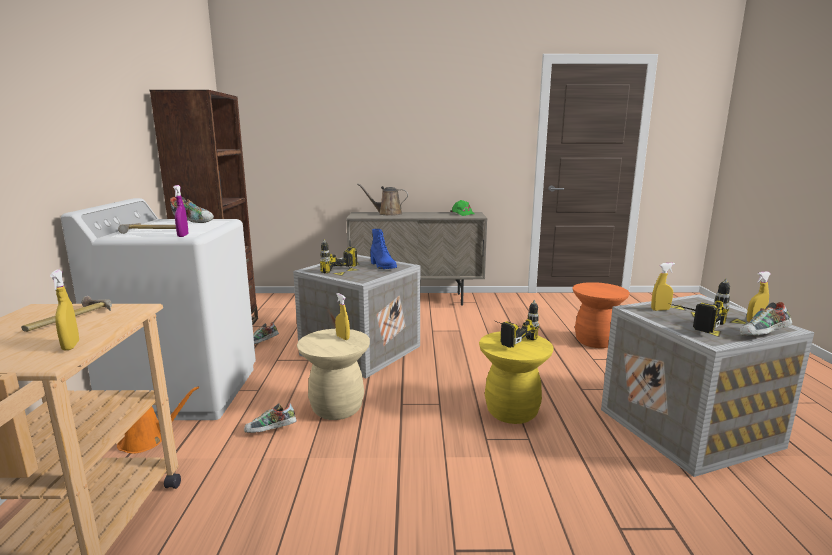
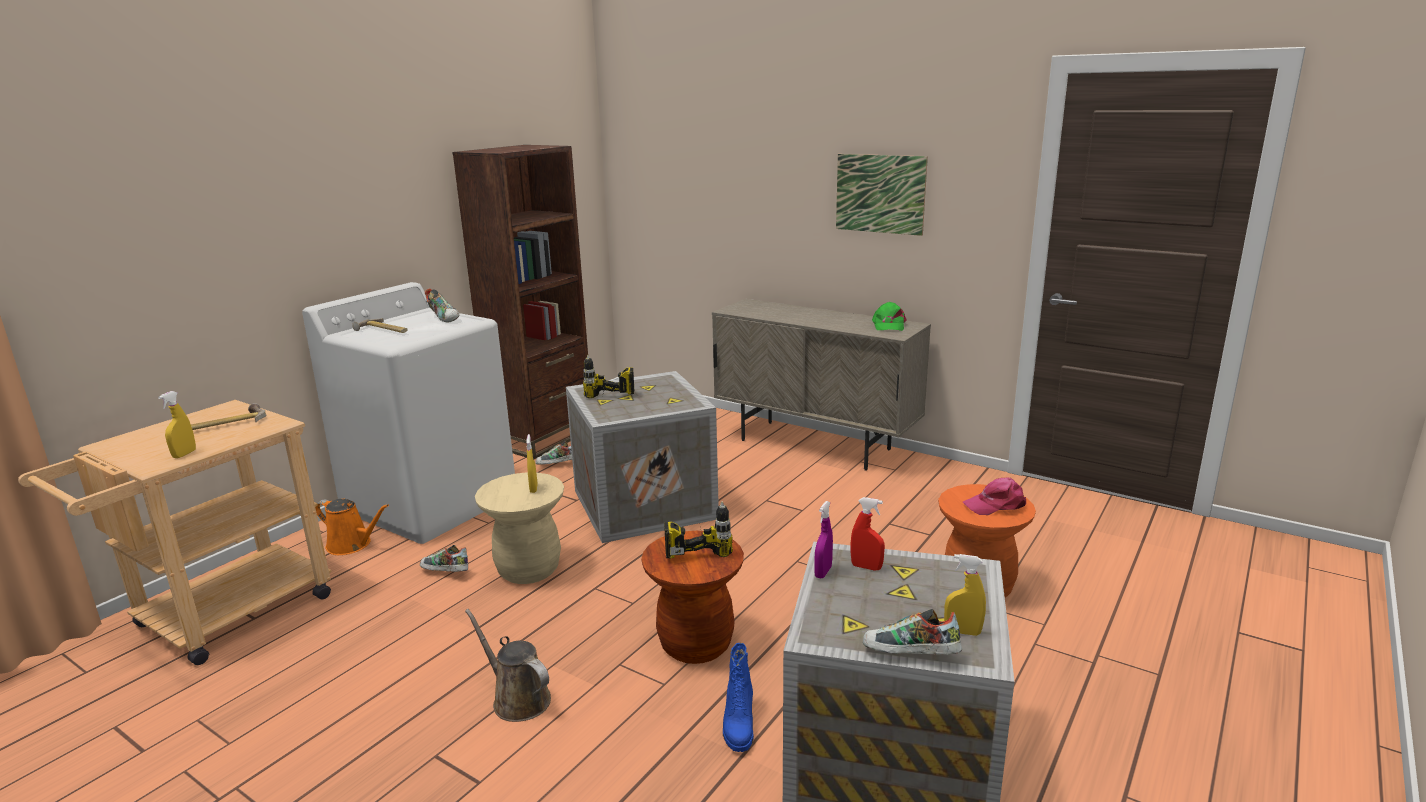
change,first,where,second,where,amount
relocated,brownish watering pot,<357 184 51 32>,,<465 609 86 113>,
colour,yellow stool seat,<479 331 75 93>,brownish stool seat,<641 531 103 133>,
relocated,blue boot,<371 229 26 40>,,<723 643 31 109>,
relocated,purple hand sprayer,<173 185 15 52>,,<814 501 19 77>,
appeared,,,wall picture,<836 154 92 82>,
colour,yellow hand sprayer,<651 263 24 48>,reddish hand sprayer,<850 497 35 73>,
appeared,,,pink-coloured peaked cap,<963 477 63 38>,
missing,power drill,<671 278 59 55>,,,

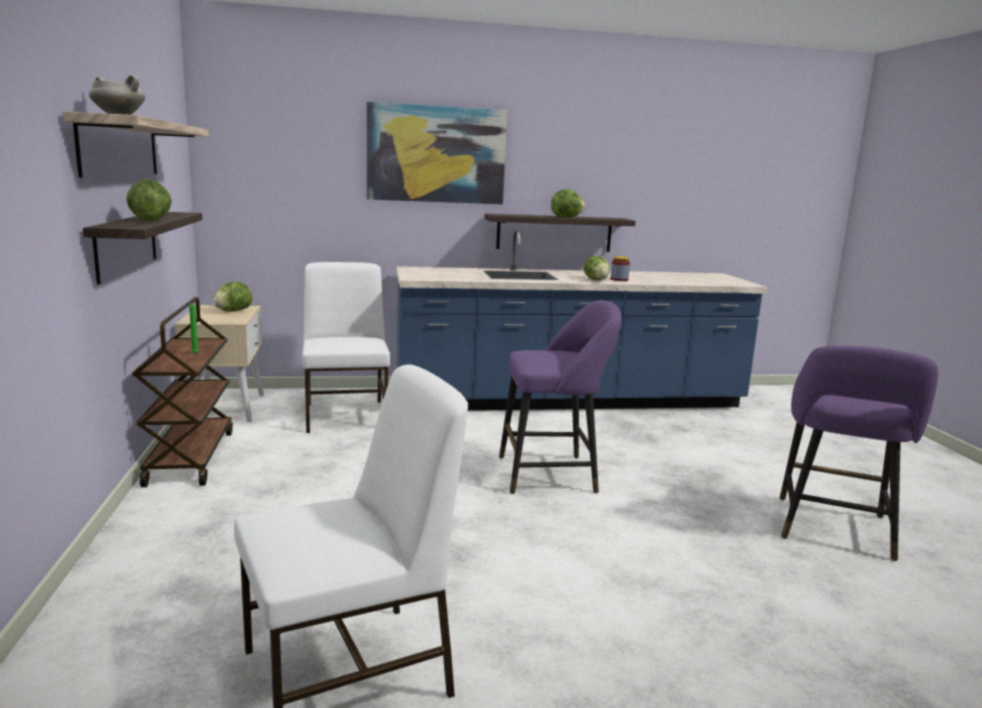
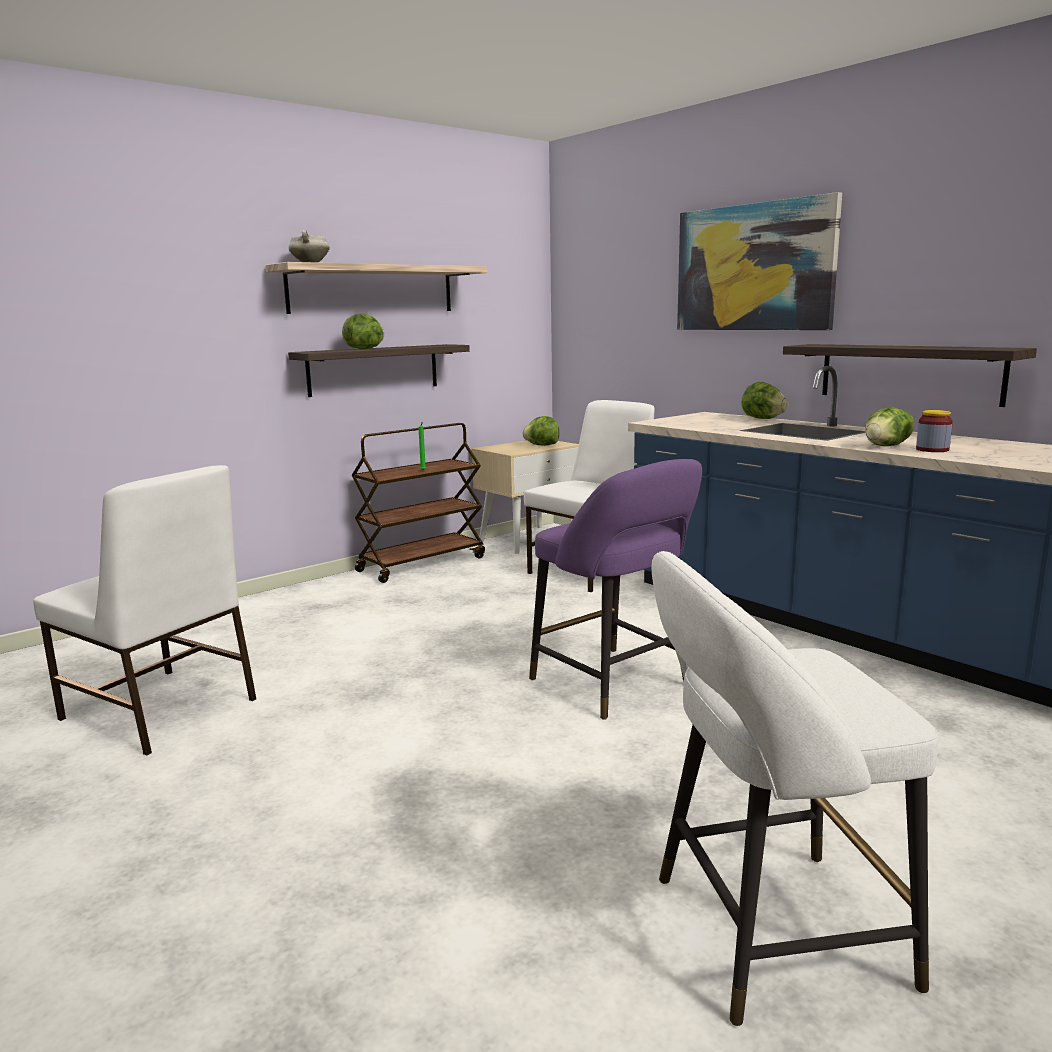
change,first,where,second,where,amount
colour,purple stool seat,<780 346 158 215>,whitish stool seat,<651 551 288 475>,
relocated,lettuce head,<551 189 34 28>,,<741 382 47 37>,

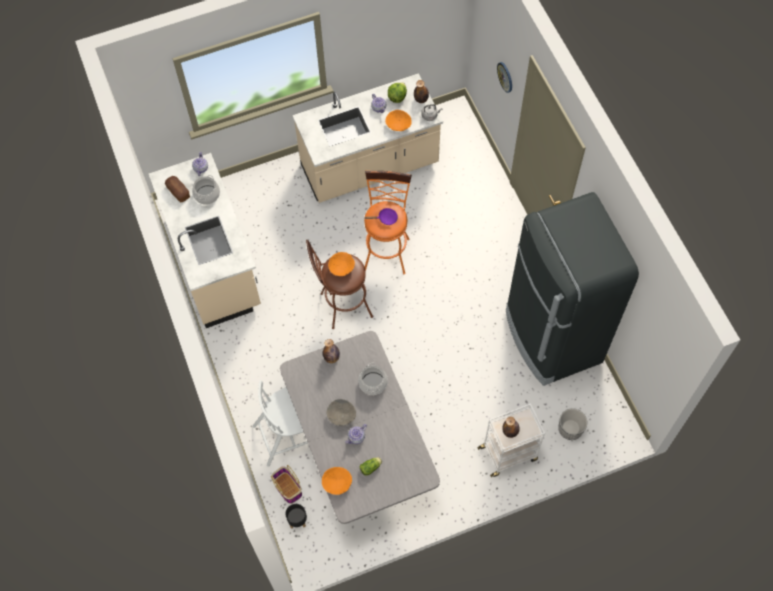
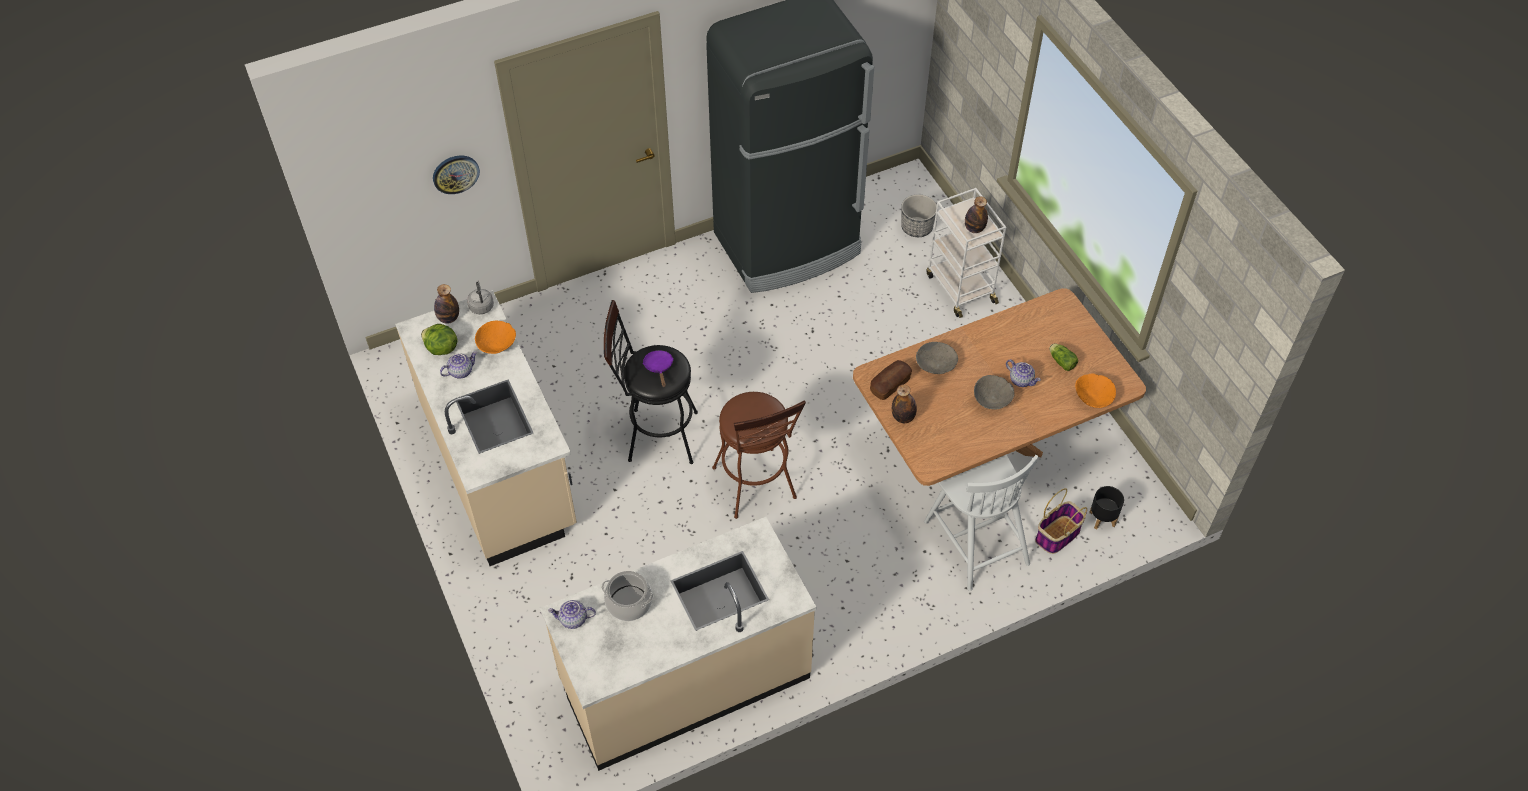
change,first,where,second,where,amount
colour,orange stool seat,<364 171 48 103>,black-coloured stool seat,<604 300 94 164>,
colour,gray dining table,<280 331 160 193>,brownish dining table,<853 288 293 198>,
relocated,bakery bread,<165 176 25 26>,,<870 360 42 40>,
exchanged,stockpot,<358 363 30 32>,gray bowl,<916 342 42 32>,
missing,orange bowl,<328 252 27 24>,,,

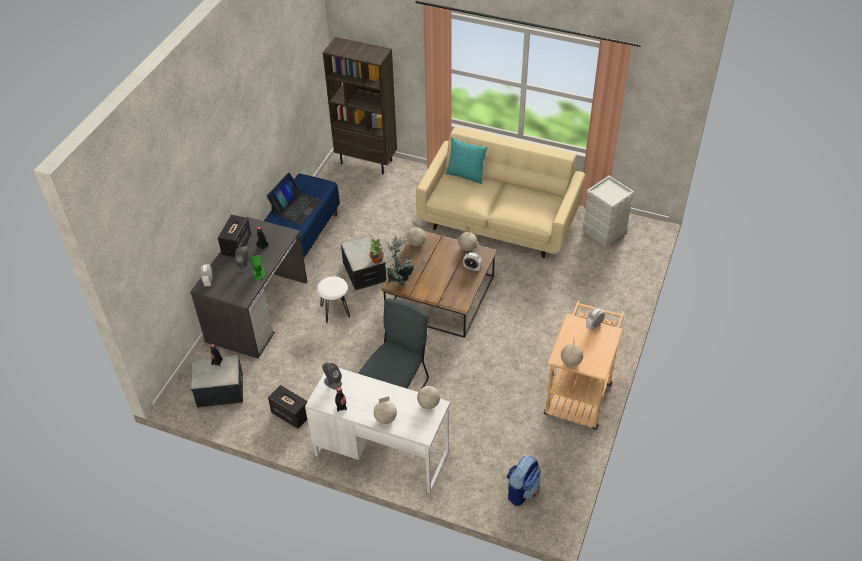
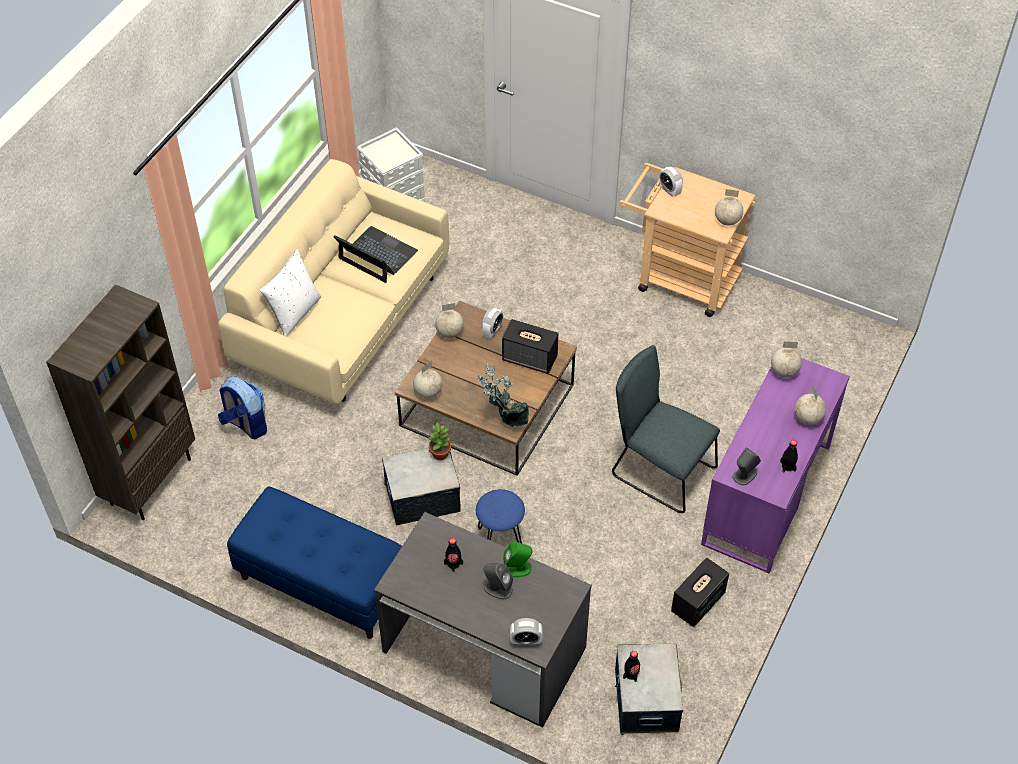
change,first,where,second,where,amount
relocated,rucksack,<506 456 35 50>,,<218 376 49 63>,
colour,blue-green pillow,<446 137 42 47>,whitish pillow,<259 249 62 88>,
relocated,laptop,<267 173 55 52>,,<334 226 84 57>,
colour,whitish stool seat,<317 276 33 47>,blue stool seat,<476 489 49 54>,
relocated,speaker,<218 215 33 42>,,<502 319 56 55>,
colour,whitish desk table,<305 368 145 125>,purple desk table,<701 358 149 216>,

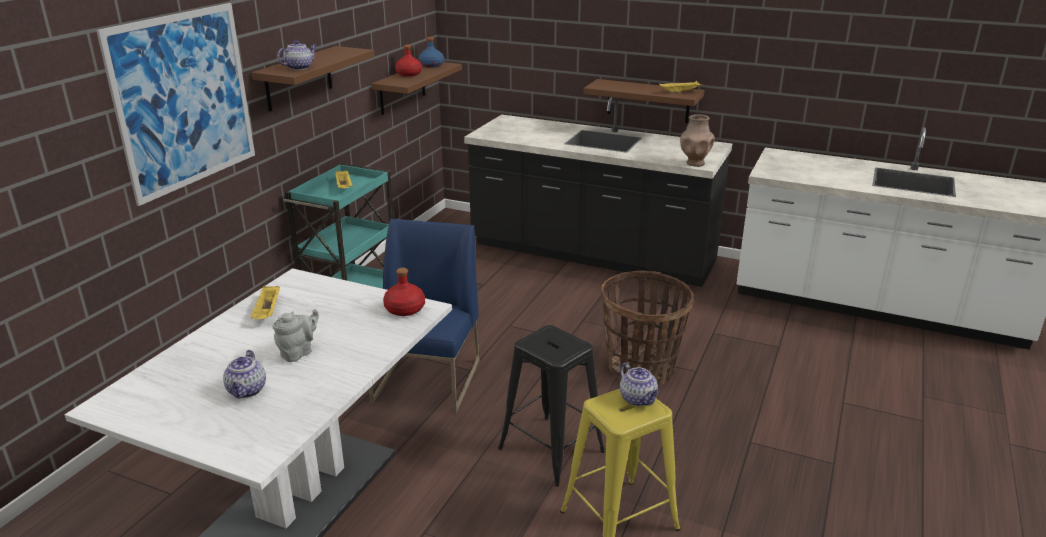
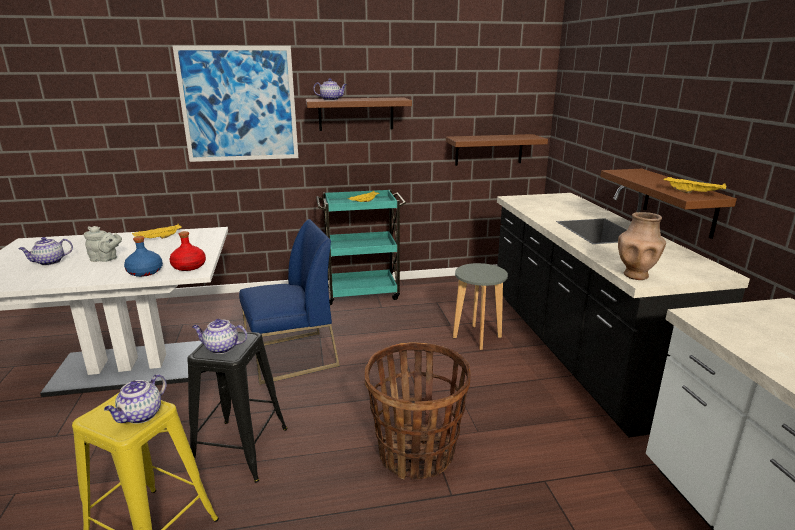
change,first,where,second,where,amount
relocated,blue drink bottle,<418 37 26 31>,,<124 236 39 41>,
appeared,,,teapot,<192 319 55 35>,
appeared,,,gray stool seat,<453 263 55 87>,
missing,reddish drink bottle,<395 45 27 32>,,,

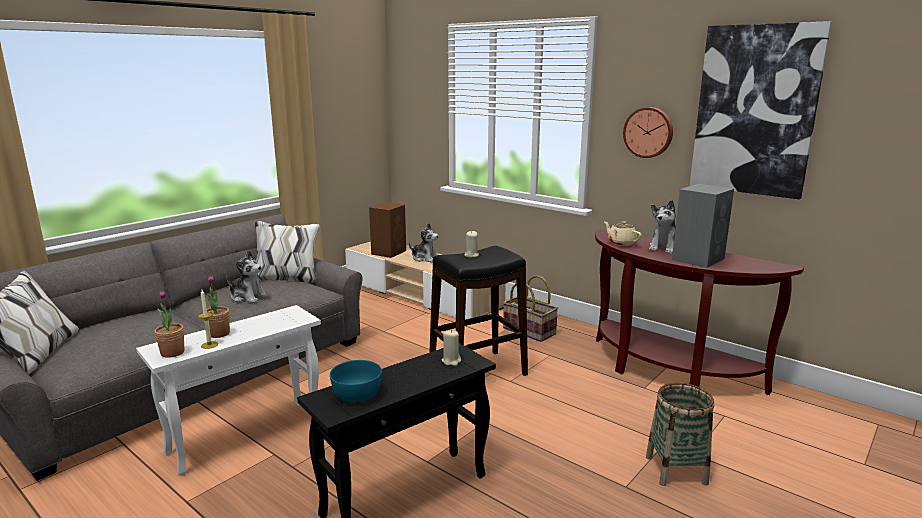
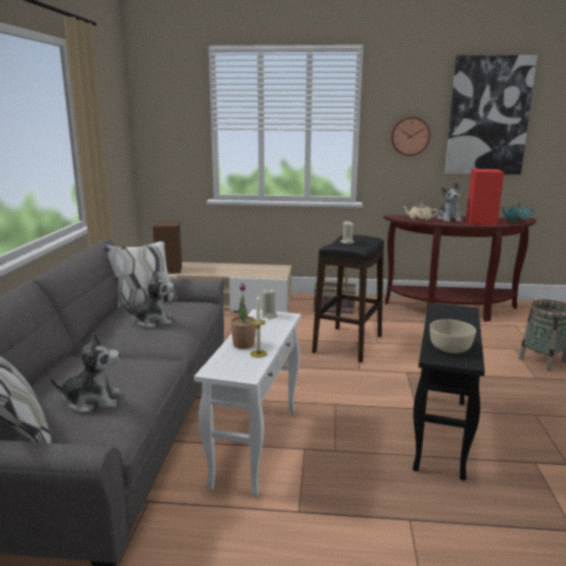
change,first,where,second,where,amount
relocated,cuddly toy,<409 223 30 39>,,<50 333 71 80>,
relocated,beige-coloured wax candle,<442 330 19 36>,,<261 290 17 28>,
colour,blue-green bowl,<330 360 52 42>,beige-coloured bowl,<430 319 46 34>,
colour,gray speaker,<672 184 62 84>,reddish speaker,<466 169 38 57>,
appeared,,,blue-green teapot,<500 204 35 18>,
missing,potted plant,<154 290 30 68>,,,

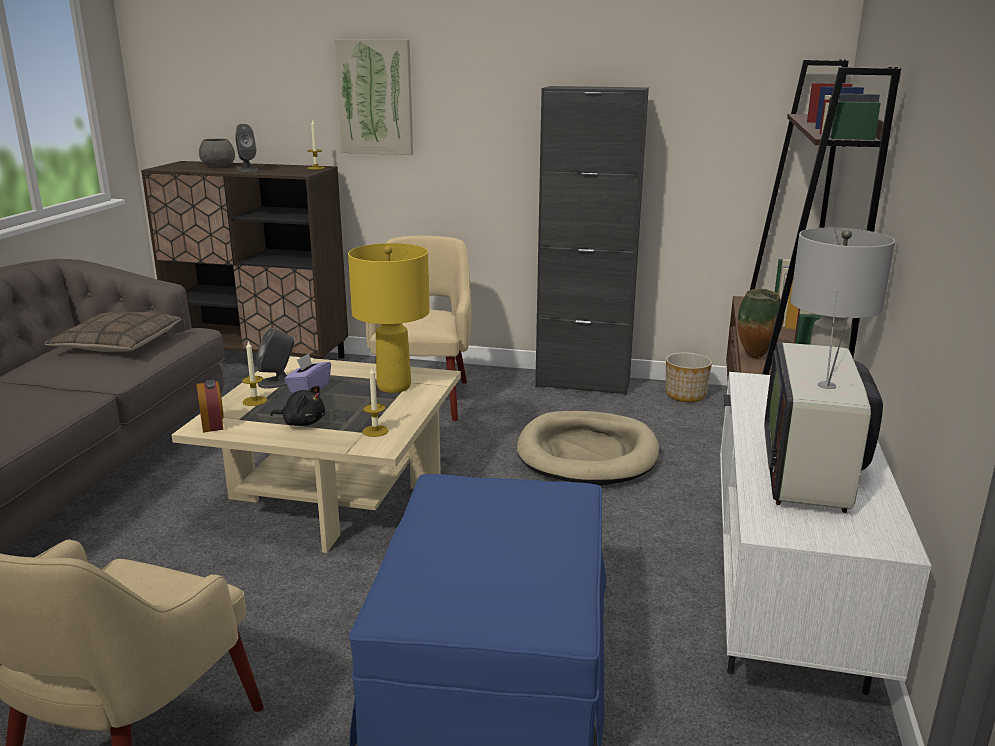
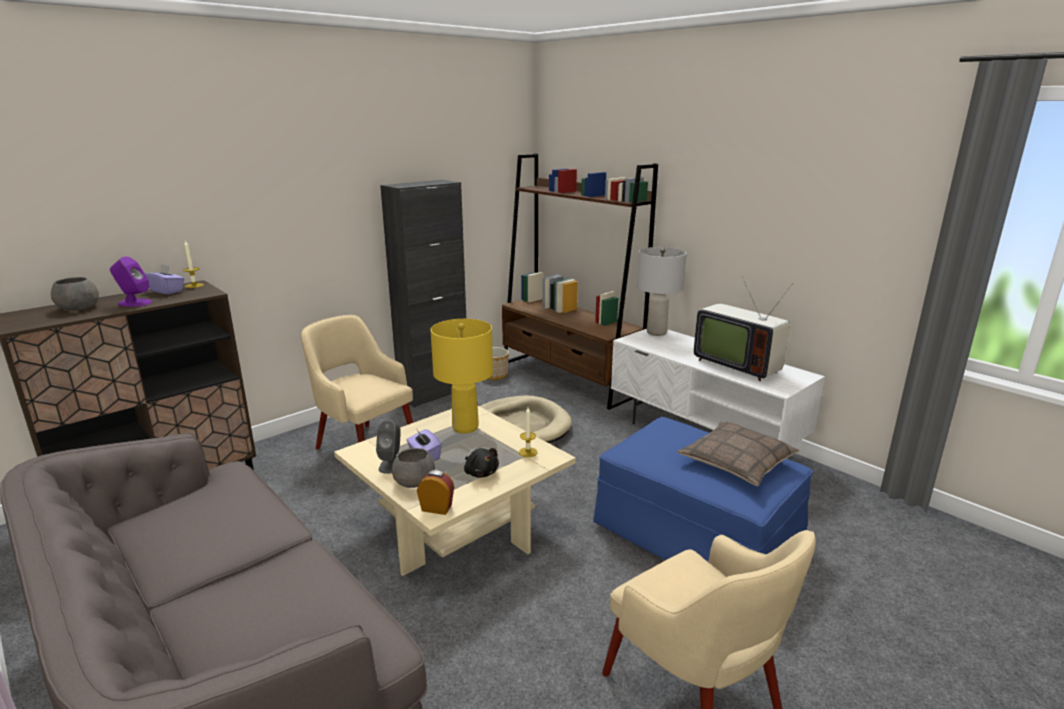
change,first,where,second,where,amount
colour,gray speaker,<235 124 24 48>,purple speaker,<110 256 42 51>,
appeared,,,purple tissue box,<145 264 39 31>,
exchanged,wax candle,<242 341 25 65>,gray bowl,<392 448 43 40>,
spun,black-coloured cuddly toy,<271 386 54 40>,,<464 448 35 30>,90 degrees clockwise
relocated,pillow,<44 312 137 40>,,<677 422 122 64>,
missing,wall picture,<335 39 78 116>,,,
missing,vase,<737 289 47 70>,,,

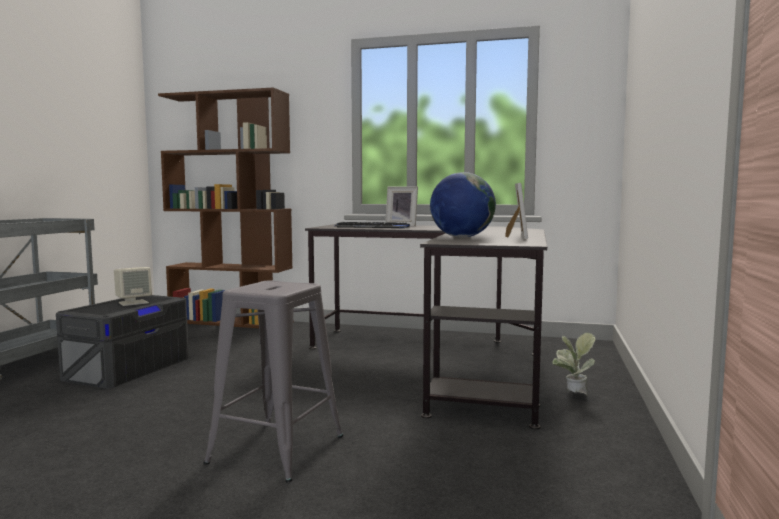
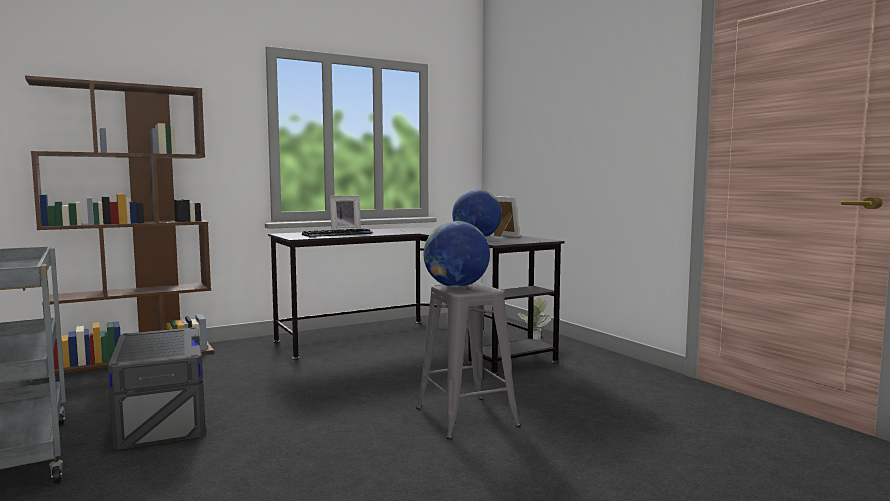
change,first,where,second,where,amount
appeared,,,globe,<424 221 66 66>,
missing,beige-coloured speaker,<114 267 38 39>,,,

